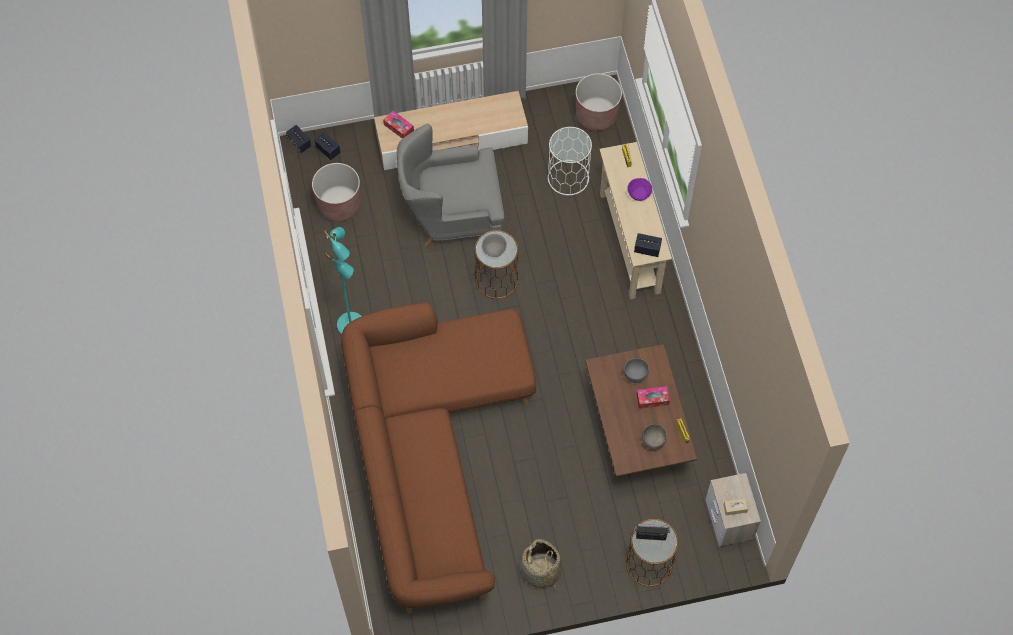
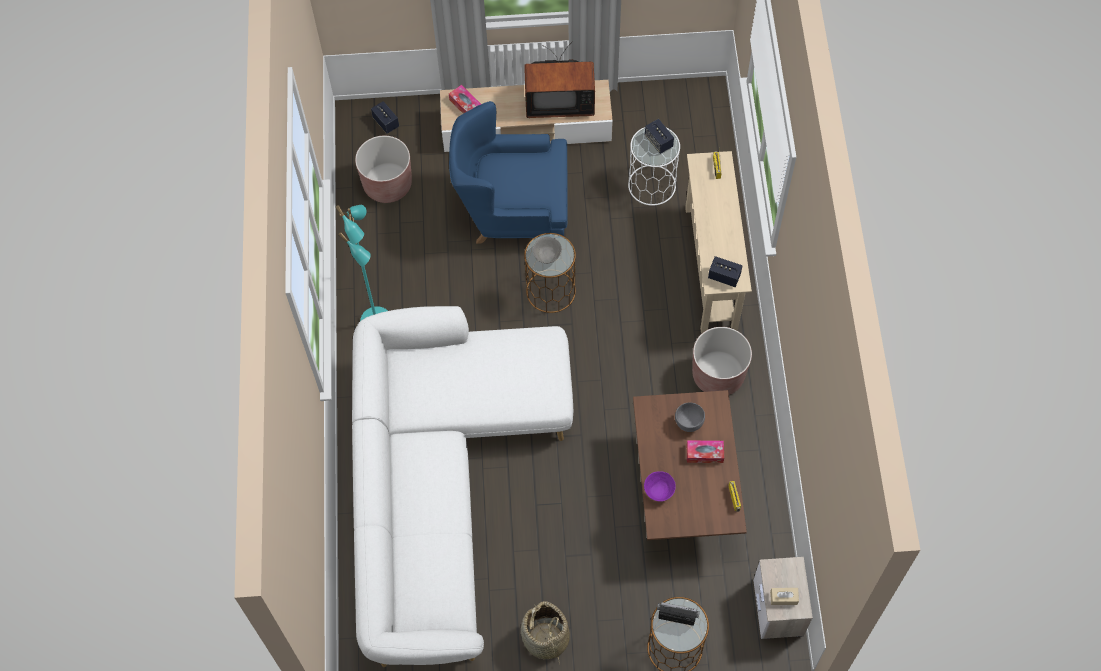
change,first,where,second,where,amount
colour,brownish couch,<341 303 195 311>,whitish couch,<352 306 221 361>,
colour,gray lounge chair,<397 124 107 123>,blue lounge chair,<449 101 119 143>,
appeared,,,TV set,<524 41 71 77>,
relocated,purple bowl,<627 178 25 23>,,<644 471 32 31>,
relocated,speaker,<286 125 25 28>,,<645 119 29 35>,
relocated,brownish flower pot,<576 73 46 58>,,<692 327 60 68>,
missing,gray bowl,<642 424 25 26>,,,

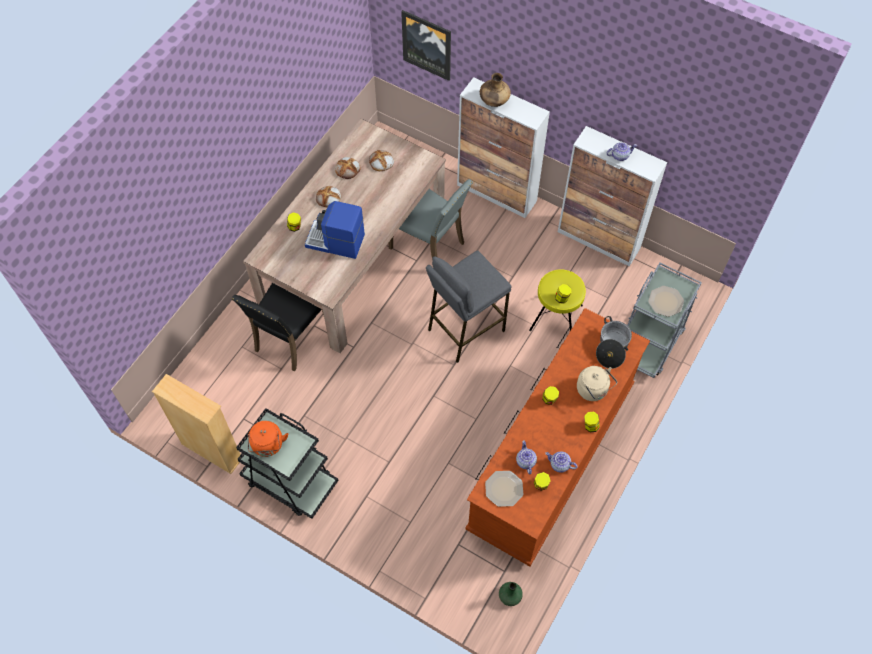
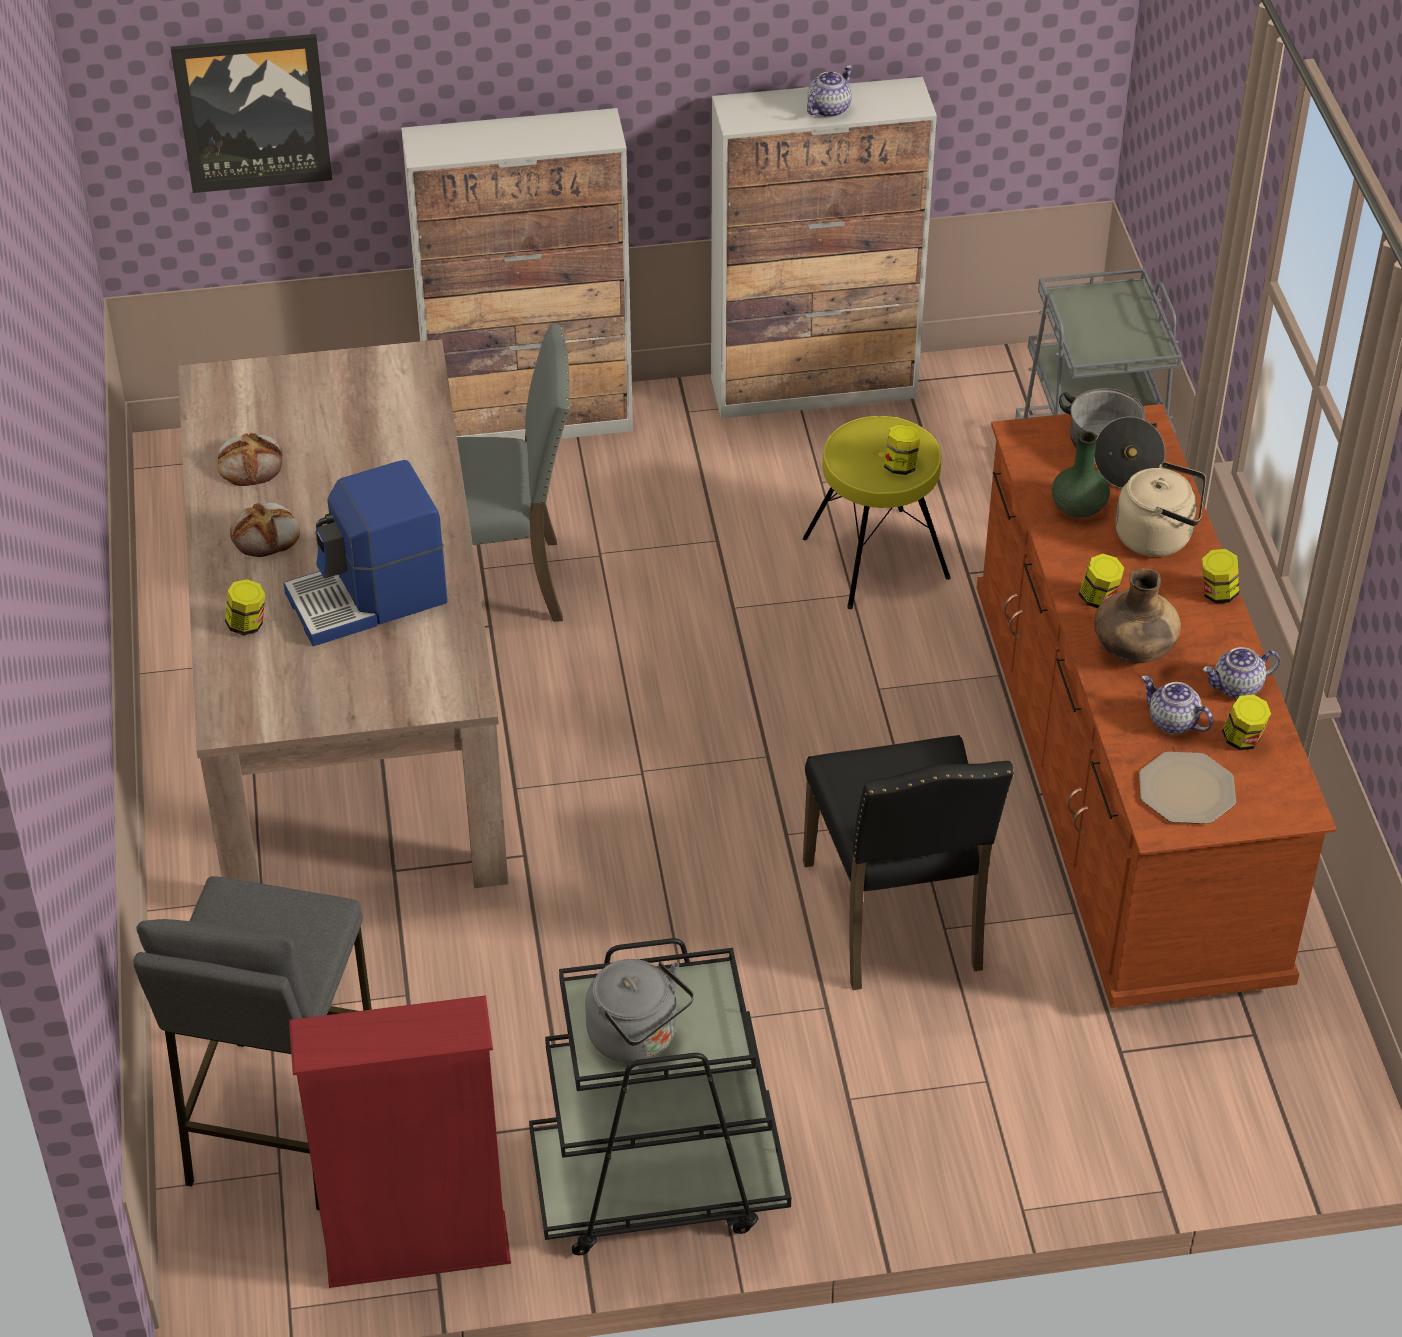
change,first,where,second,where,amount
relocated,gray stool seat,<426 250 85 113>,,<133 876 239 334>,
colour,beige-coloured bookcase,<152 374 90 100>,reddish bookcase,<289 995 222 293>,
colour,orange kettle,<248 421 40 36>,gray kettle,<585 959 109 104>,
relocated,black-coloured upright chair,<232 283 92 89>,,<803 735 211 255>,
relocated,green-coloured vase,<499 582 24 24>,,<1052 431 58 87>,
relocated,brownish vase,<480 73 31 34>,,<1094 568 87 95>,
missing,bakery bread,<369 150 25 21>,,,
missing,dinner plate,<648 286 36 31>,,,

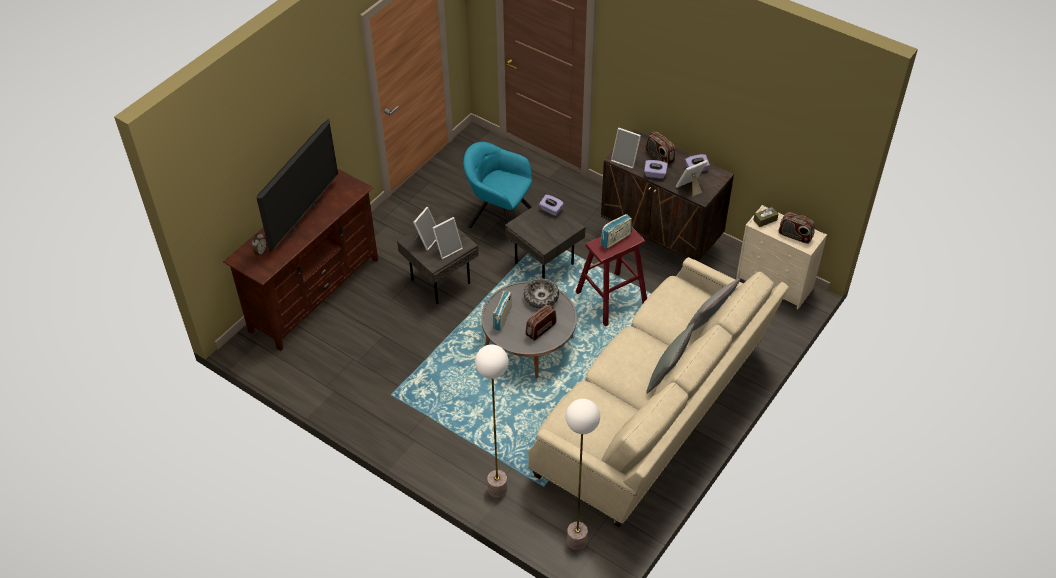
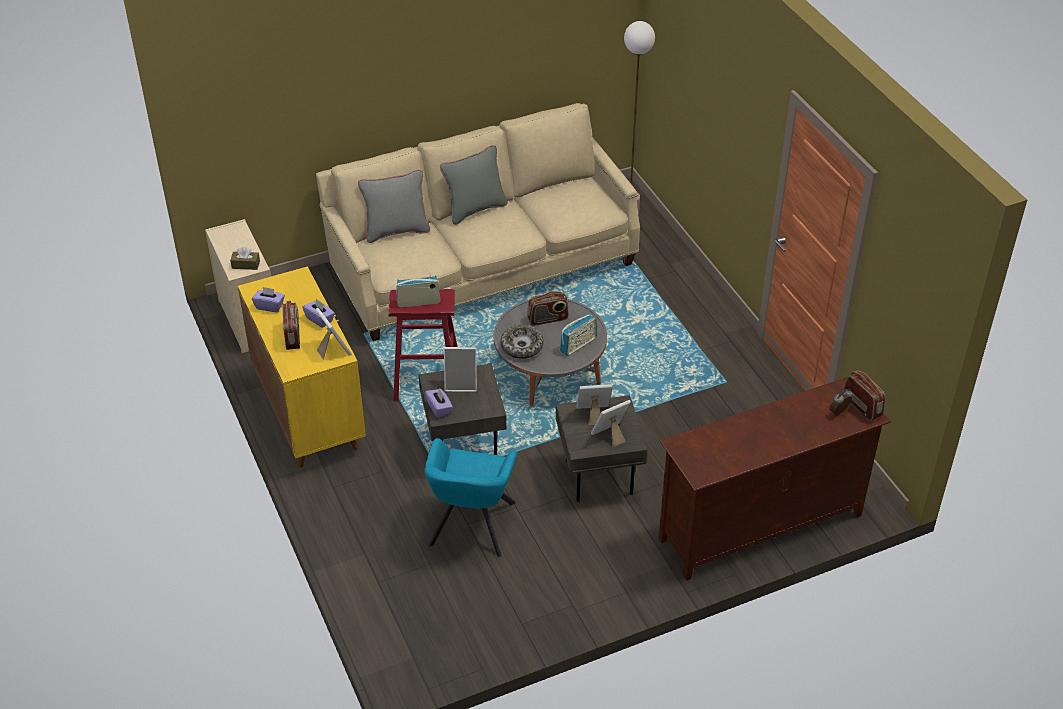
change,first,where,second,where,amount
colour,brownish cabinet,<601 129 133 133>,yellow cabinet,<238 266 128 202>,
spun,blue-green lounge chair,<463 142 69 101>,,<425 438 92 119>,45 degrees clockwise
relocated,picture frame,<676 160 32 36>,,<444 347 33 45>,
relocated,radio,<779 212 36 32>,,<843 370 42 51>,
missing,TV set,<257 119 81 134>,,,
missing,floor lamp,<475 344 33 154>,,,

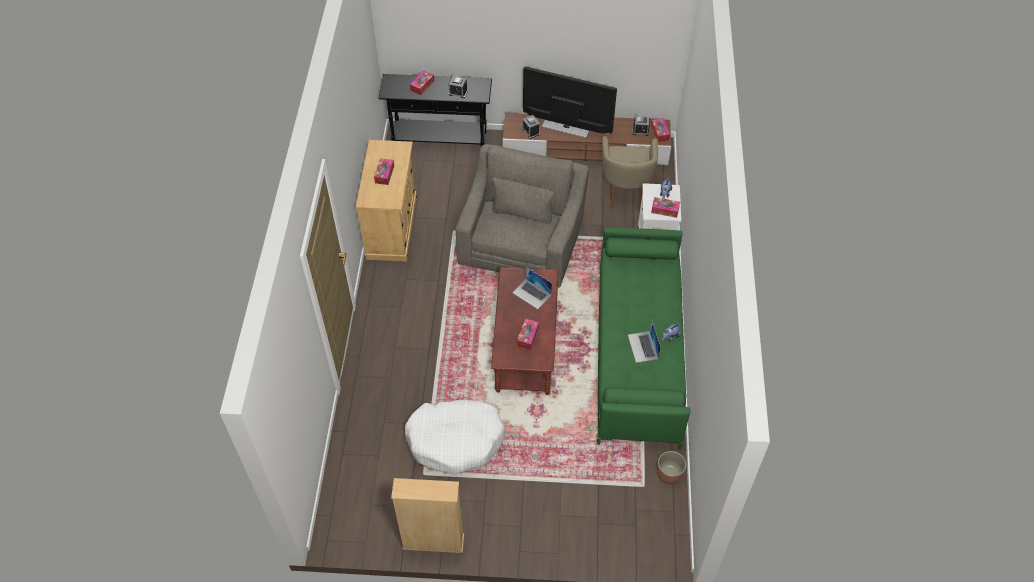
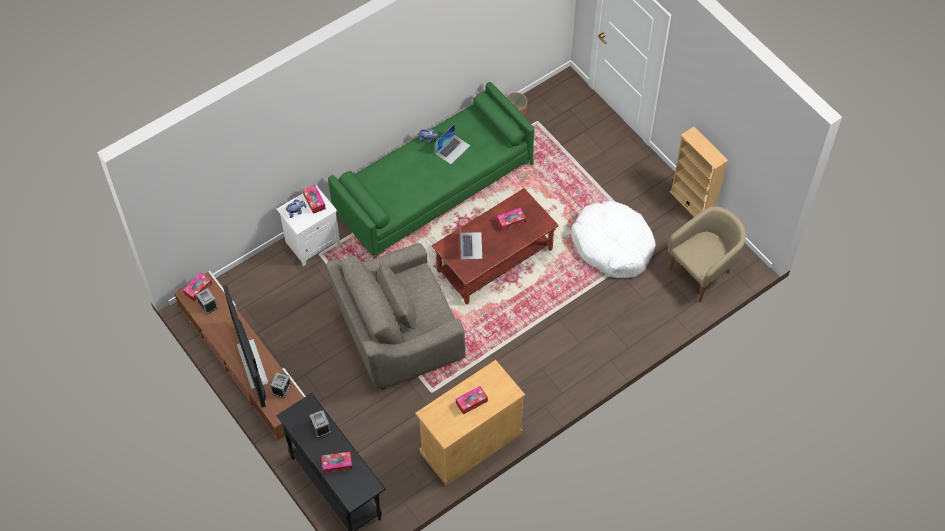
change,first,where,second,where,amount
relocated,beige-coloured lounge chair,<602 136 56 74>,,<668 206 78 97>,

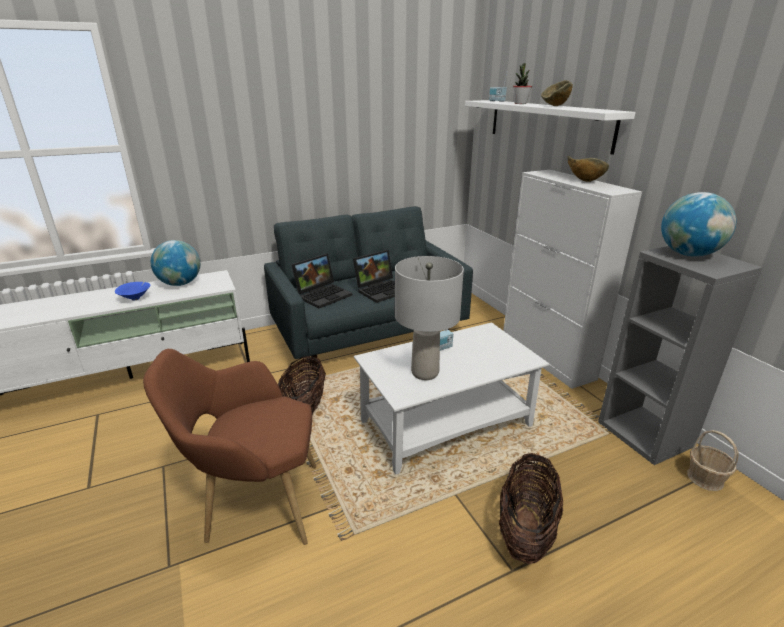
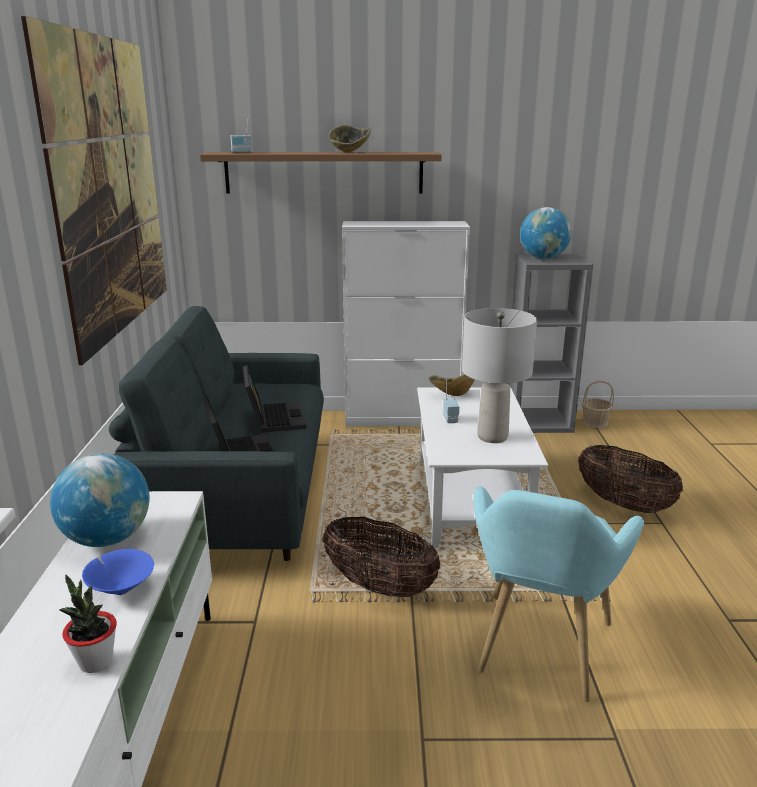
change,first,where,second,where,amount
appeared,,,wall picture,<21 16 146 349>,
relocated,potted plant,<513 63 19 41>,,<59 575 58 98>,
colour,whitish shelf,<465 100 171 55>,brownish shelf,<200 152 242 42>,
relocated,bowl,<568 156 41 26>,,<428 374 47 22>,
colour,brownish lounge chair,<143 349 173 196>,blue-green lounge chair,<473 486 171 216>,

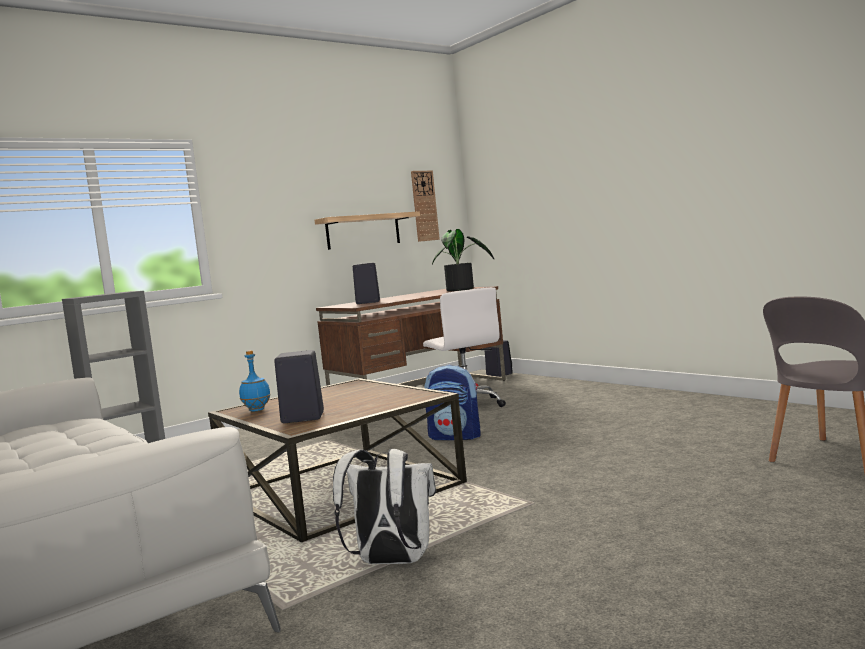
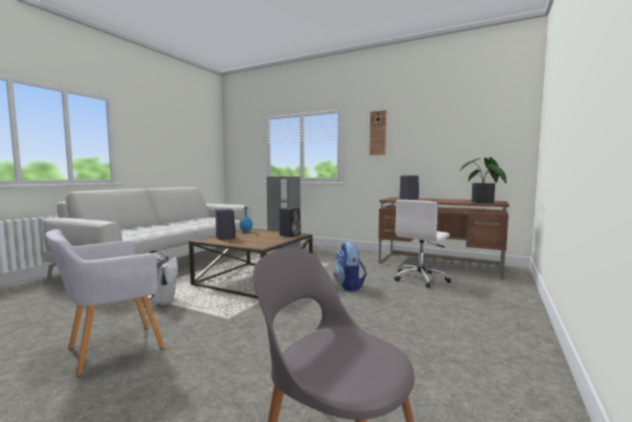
change,first,where,second,where,amount
appeared,,,gray lounge chair,<45 229 120 148>,
relocated,black-coloured speaker,<484 340 29 37>,,<279 207 22 30>,
relocated,hanging clock,<411 171 29 71>,,<370 110 16 45>,
missing,shelf,<315 211 105 39>,,,

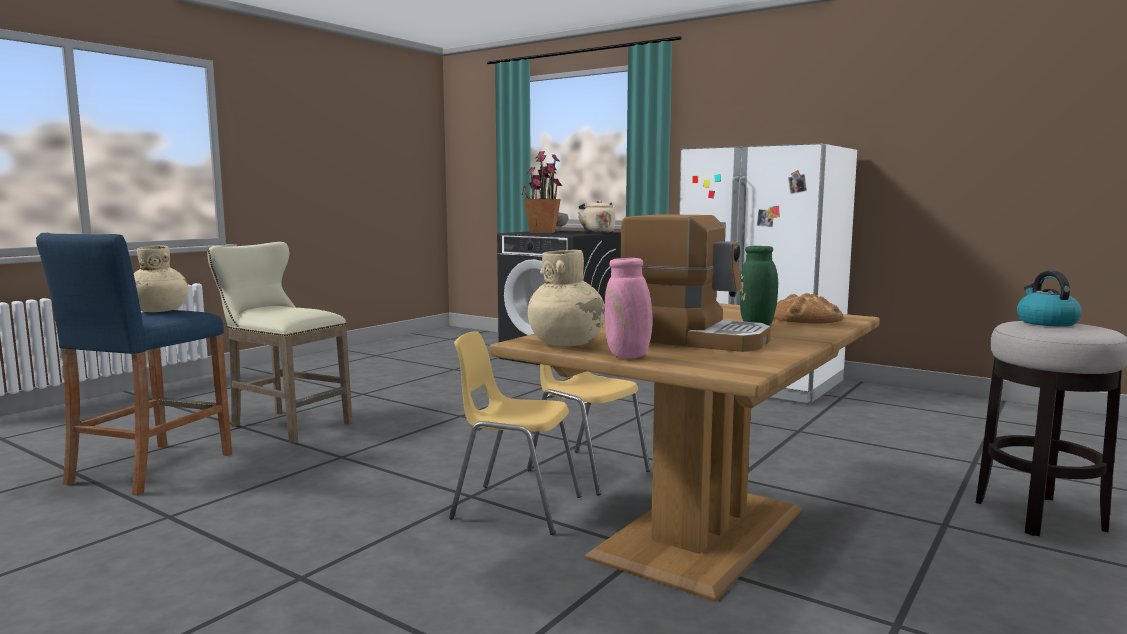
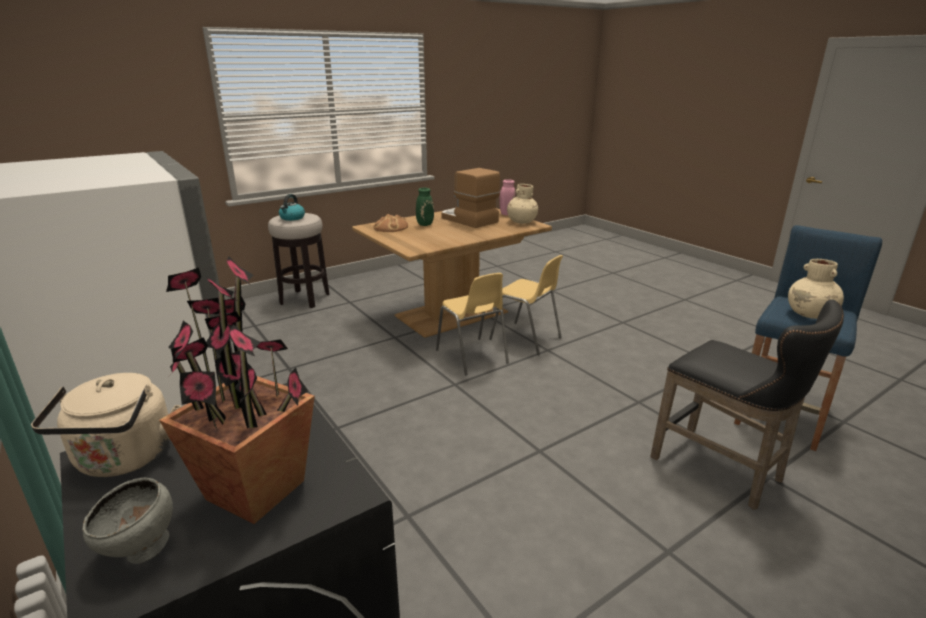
change,first,where,second,where,amount
colour,beige-coloured stool seat,<208 242 145 201>,black-coloured stool seat,<650 299 194 211>,

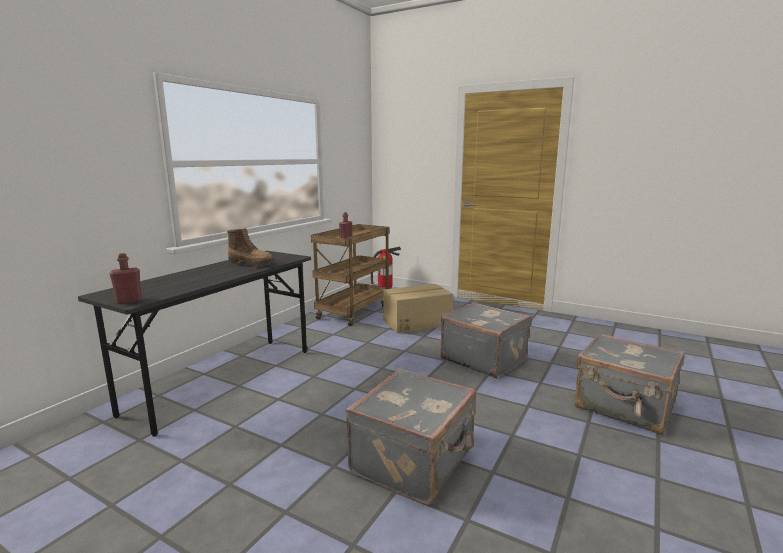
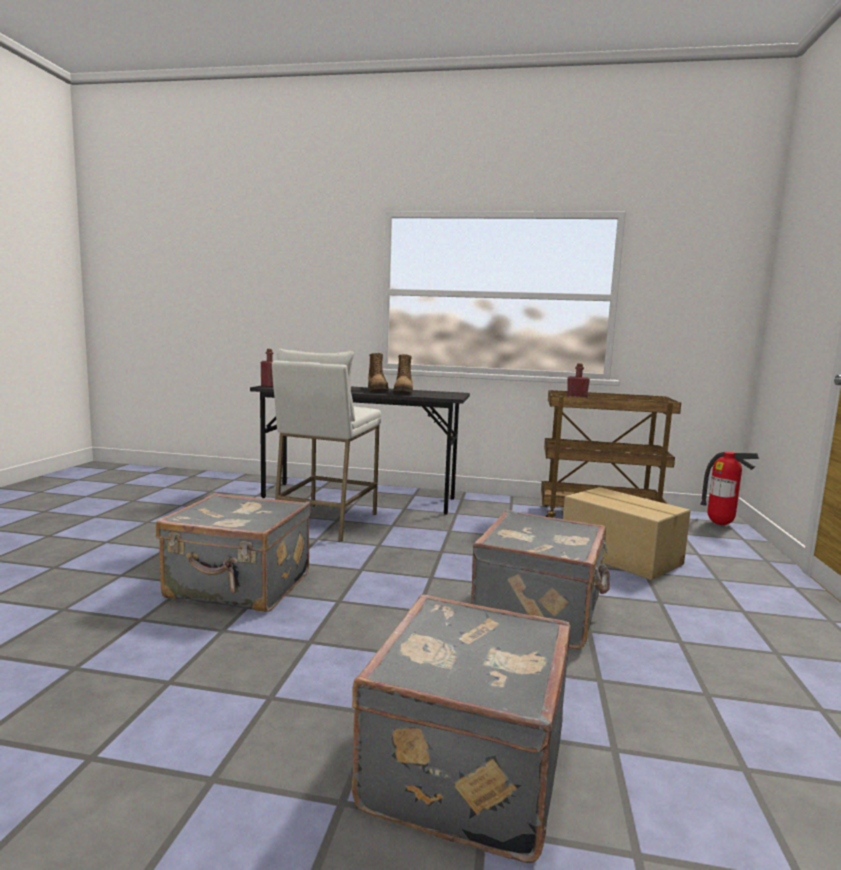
change,first,where,second,where,amount
appeared,,,whitish stool seat,<272 349 109 193>,
appeared,,,boot,<368 353 21 38>,

